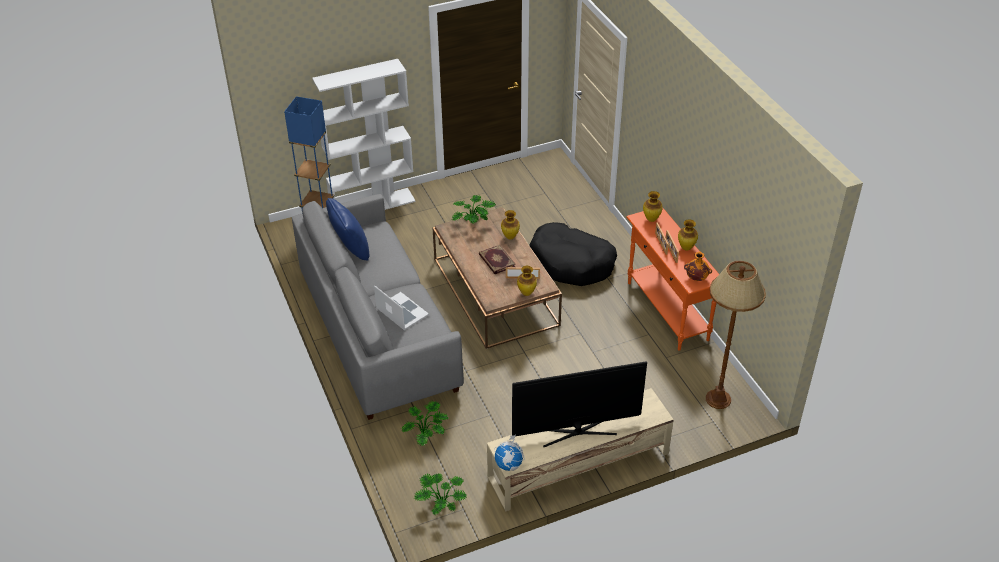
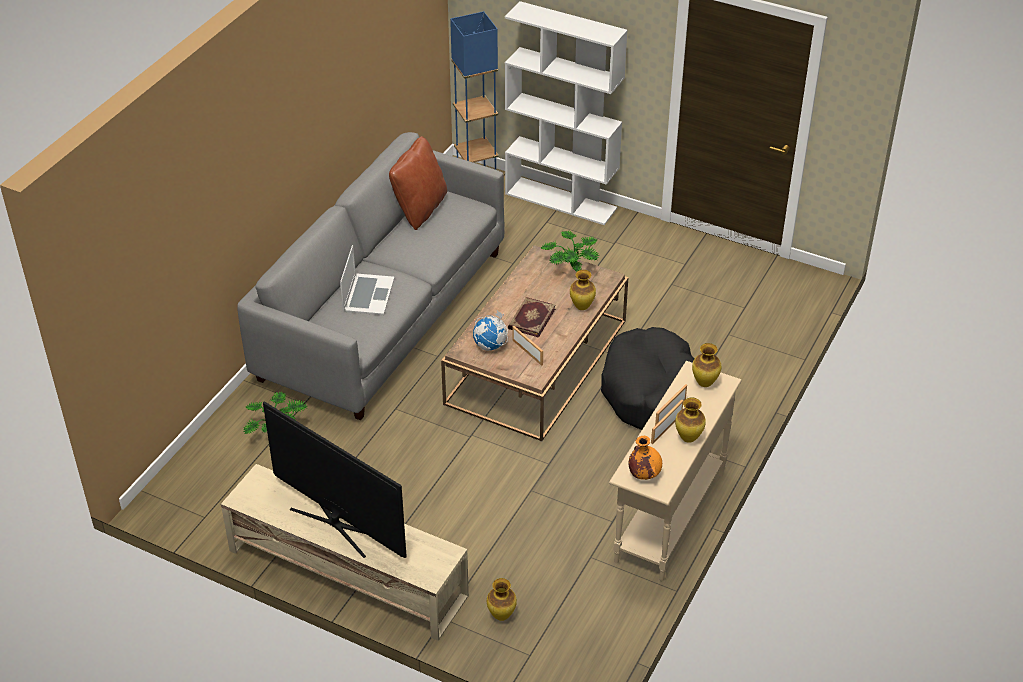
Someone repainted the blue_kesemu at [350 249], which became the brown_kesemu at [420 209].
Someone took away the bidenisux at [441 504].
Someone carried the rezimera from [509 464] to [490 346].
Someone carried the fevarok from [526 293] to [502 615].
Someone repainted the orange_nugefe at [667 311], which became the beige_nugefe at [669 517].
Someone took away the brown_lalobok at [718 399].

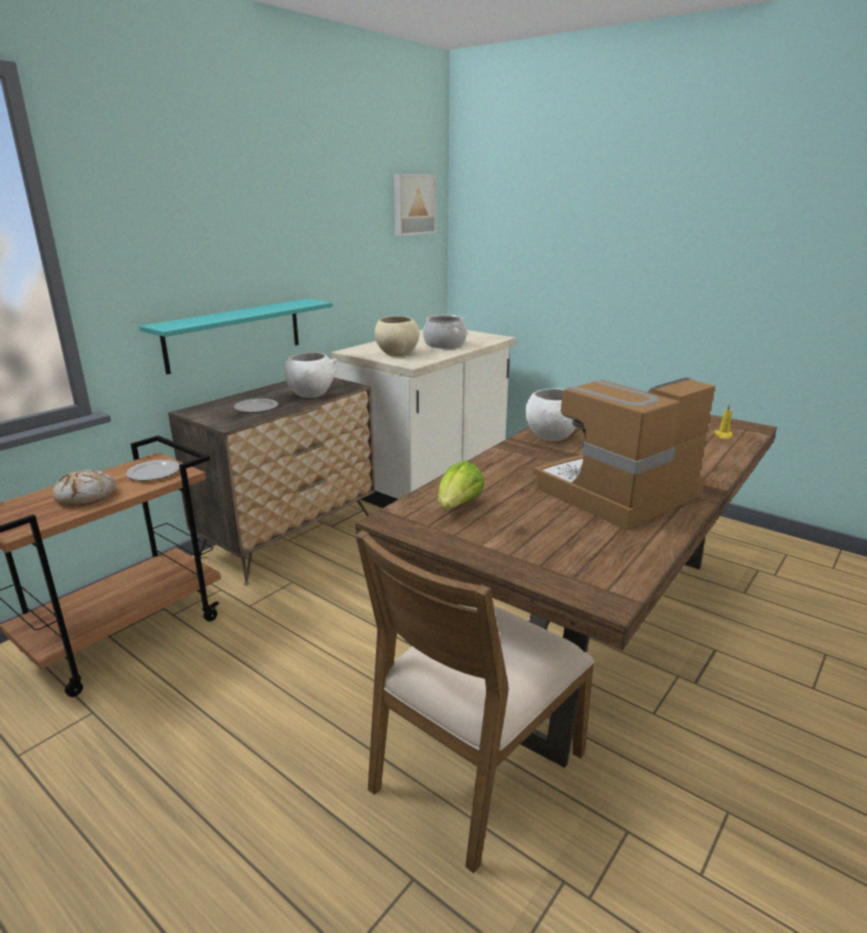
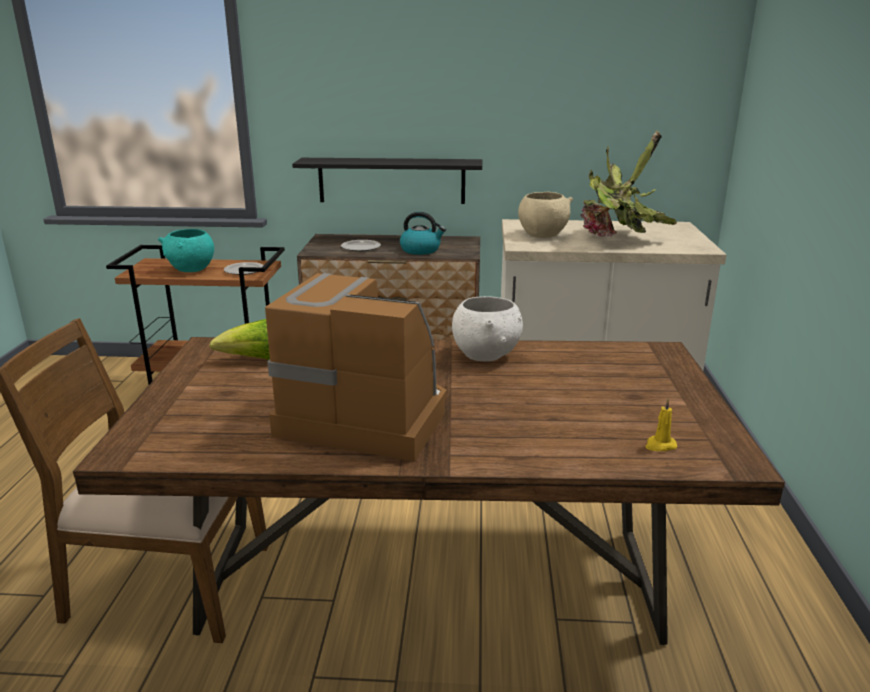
Someone swapped the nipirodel at [86 496] for the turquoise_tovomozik at [191 270].
Someone repainted the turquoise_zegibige at [234 334], which became the black_zegibige at [391 180].
Someone swapped the white_tovomozik at [311 394] for the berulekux at [421 250].
Someone took away the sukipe at [413 204].
Someone swapped the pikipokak at [445 344] for the bidenisux at [617 239].

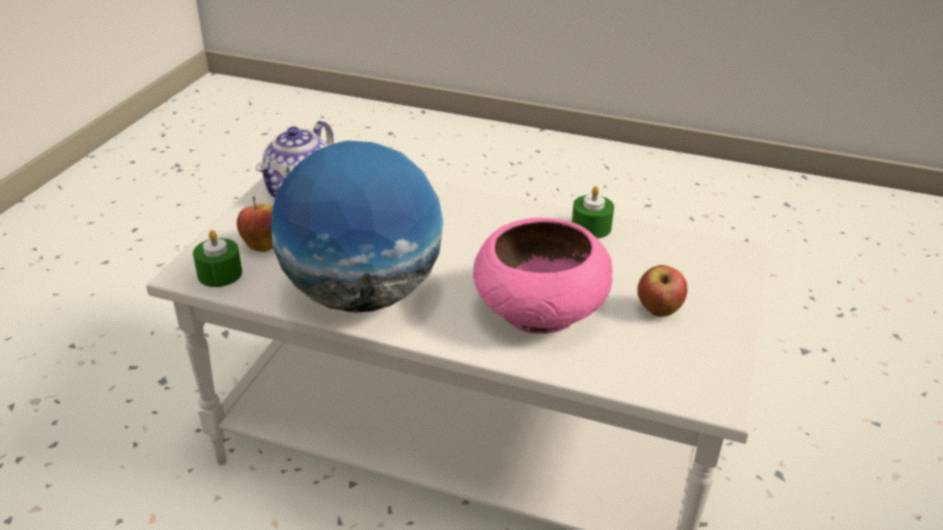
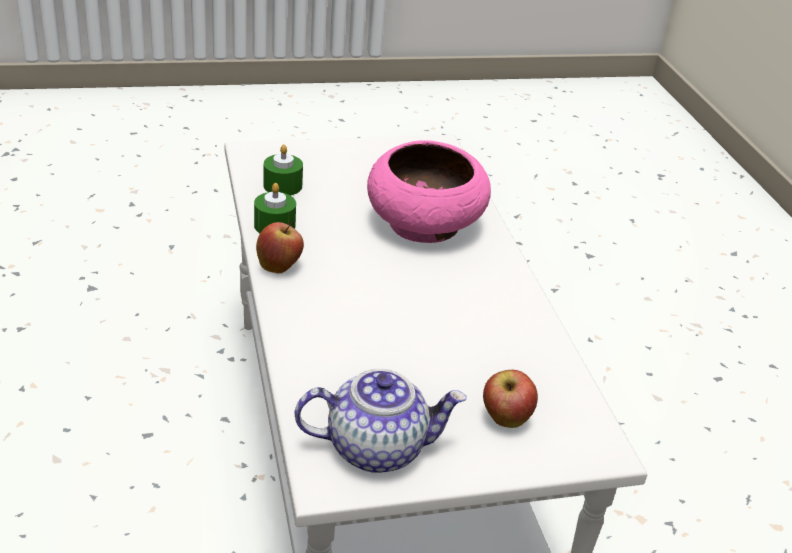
Someone carried the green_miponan from [220 274] to [282 186].
Someone took away the rezimera at [363 294].
Someone carried the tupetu from [658 311] to [279 267].

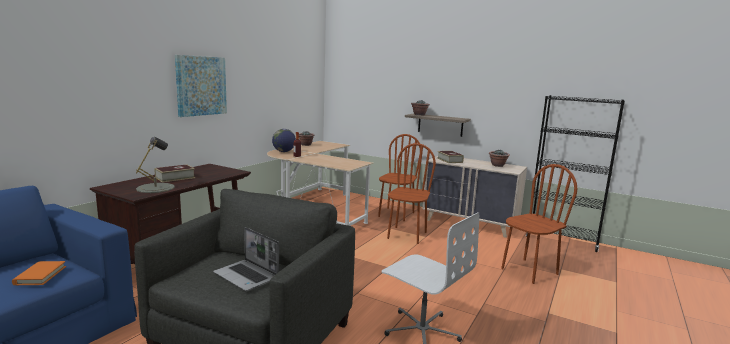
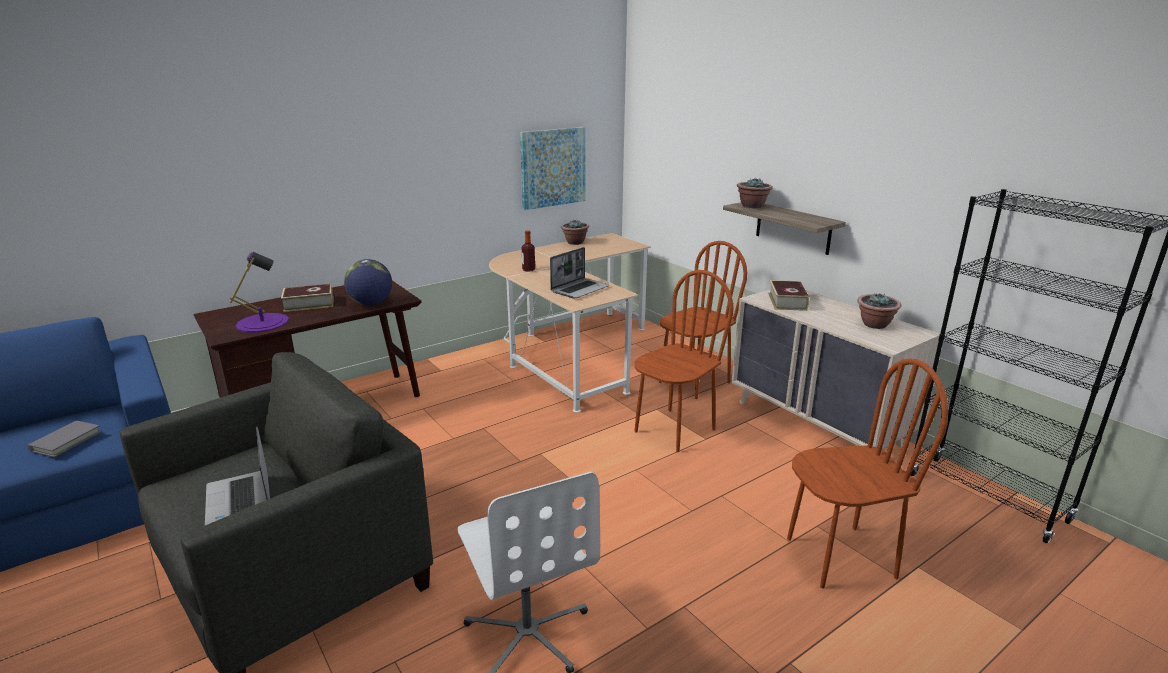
Someone repainted the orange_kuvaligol at [40 275], which became the grey_kuvaligol at [66 441].
Someone repainted the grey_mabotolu at [155 188], which became the purple_mabotolu at [262 323].
Someone carried the sukipe from [201 86] to [552 167].
Someone carried the rezimera from [284 152] to [371 304].
Someone put down the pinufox at [580 289].

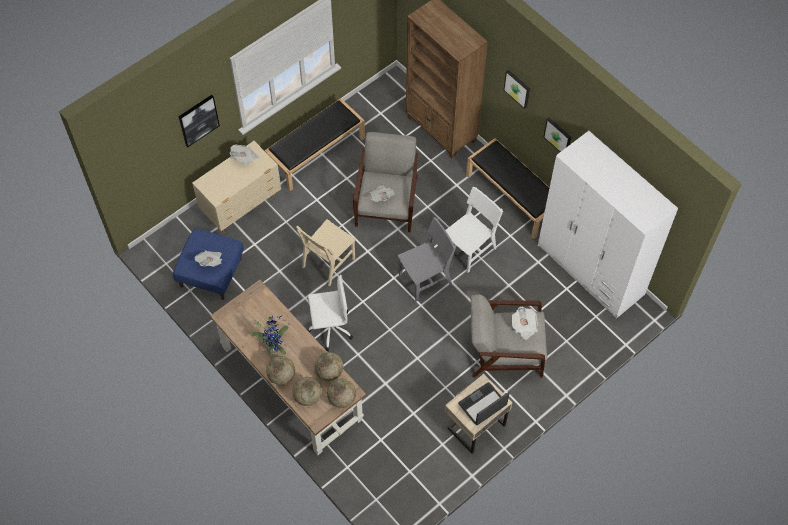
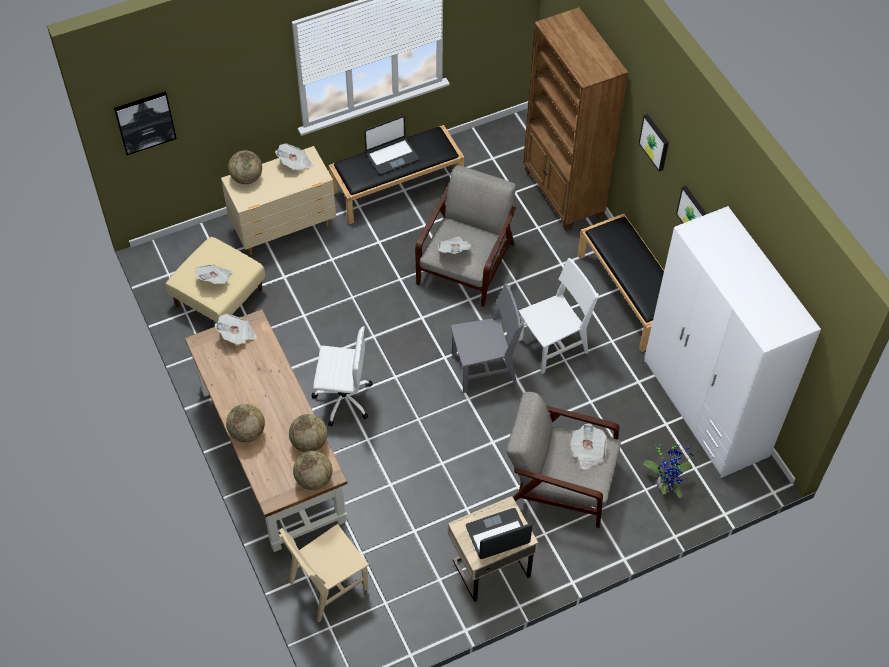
Someone repainted the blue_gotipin at [211 272], which became the beige_gotipin at [219 297].
Someone carried the sukipe from [198 120] to [145 122].
Someone carried the bidenisux from [274 345] to [666 484].
Someone carried the rezimera from [307 397] to [246 178].
Someone carried the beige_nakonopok from [328 262] to [328 585].
Someone put down the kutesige at [237 335].
Someone put down the pinufox at [392 156].

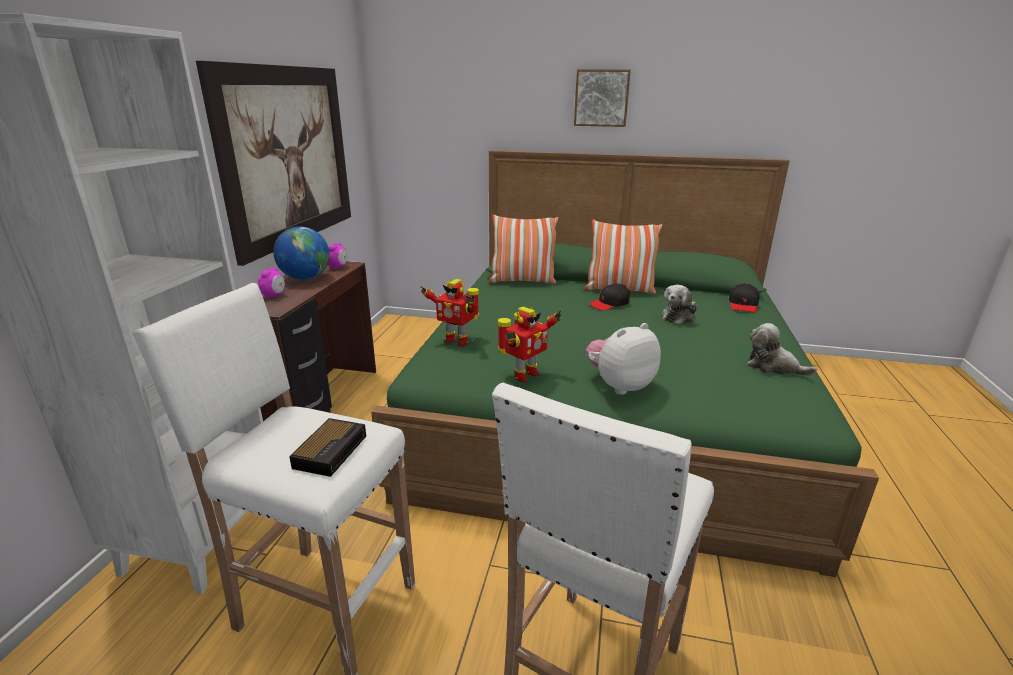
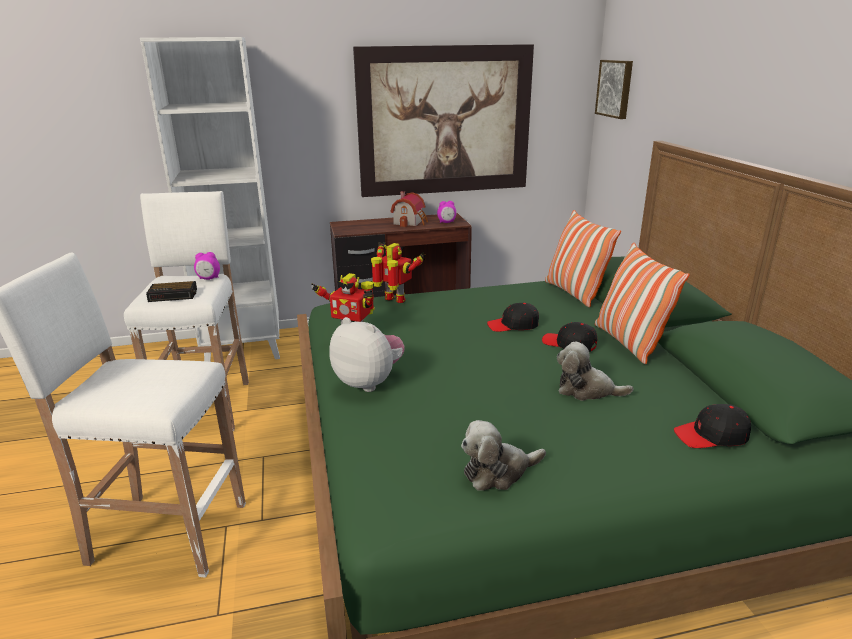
Someone carried the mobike from [274 296] to [209 279].
Someone swapped the rezimera at [305 278] for the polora at [410 222].
Someone rotated the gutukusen at [456 341] by 120 degrees clockwise.
Someone carried the sukipe from [601 98] to [615 88].
Someone rotated the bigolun at [773 367] by 120 degrees counterclockwise.
Someone put down the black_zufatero at [513 325].

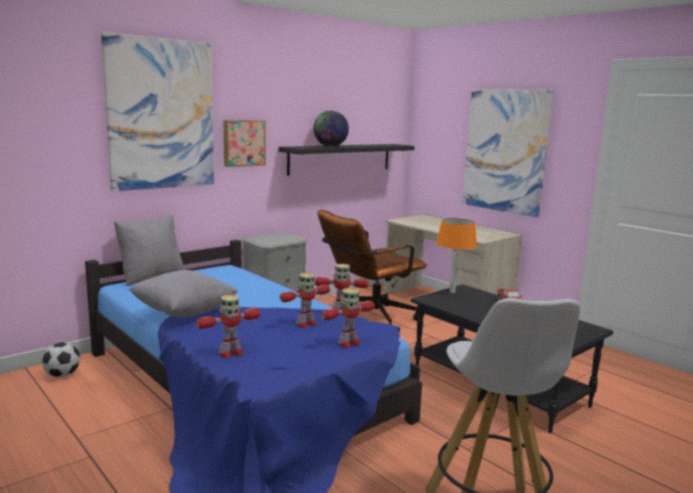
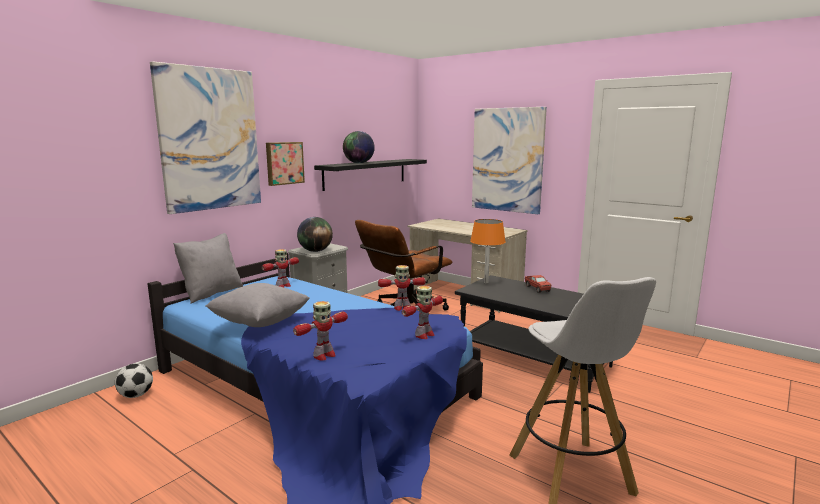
Someone carried the gutukusen from [305 324] to [283 286].
Someone put down the rezimera at [315 251].

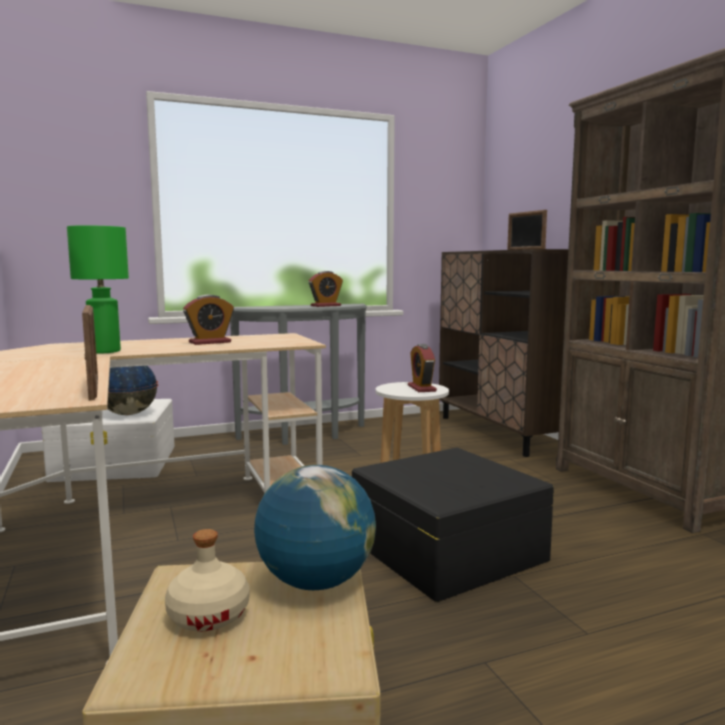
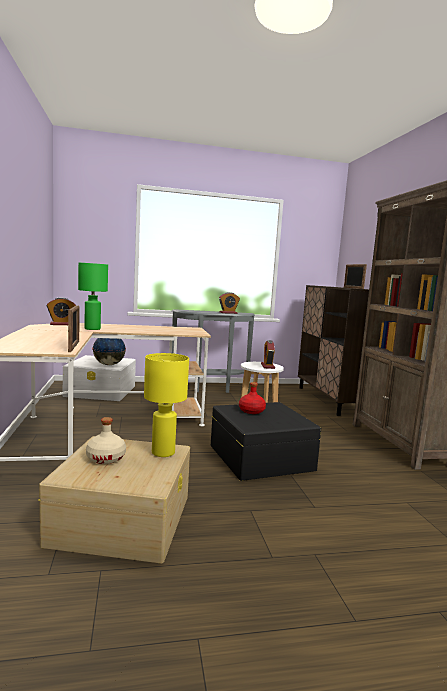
Someone carried the mobike from [210 342] to [61 324].
Someone swapped the rezimera at [316 582] for the yellow_mabotolu at [162 452].
Someone put down the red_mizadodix at [252 411].

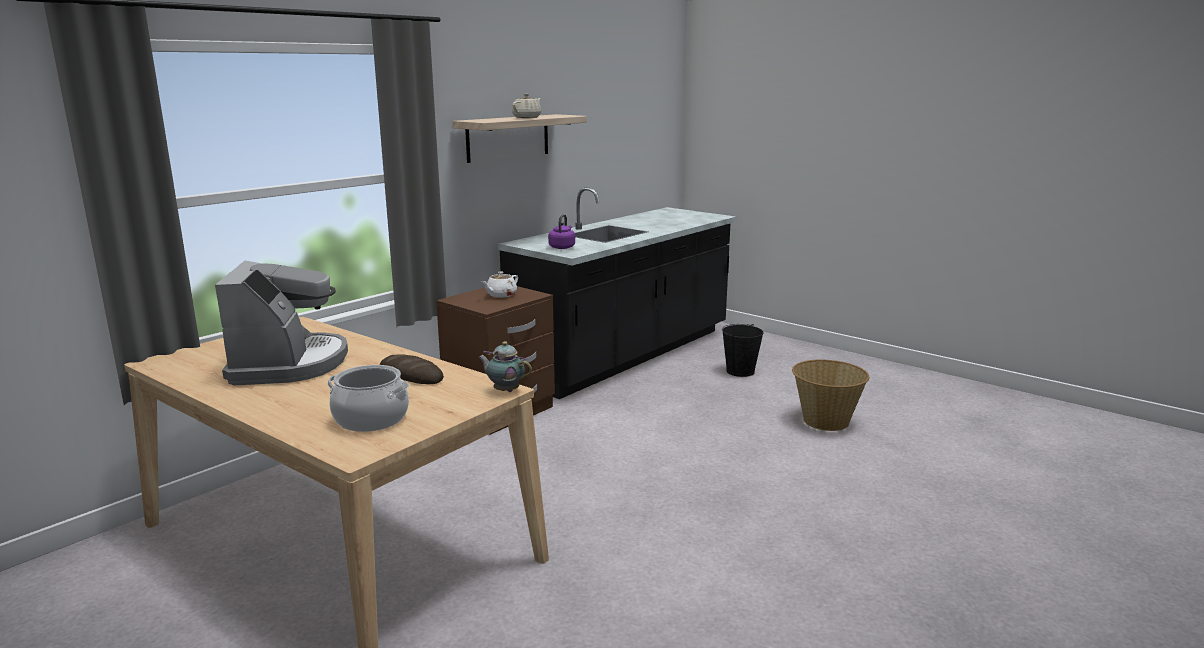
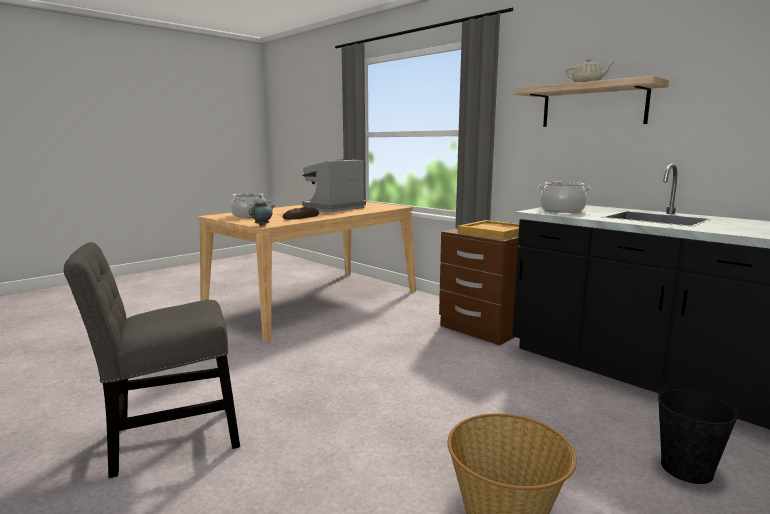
Someone rotated the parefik at [289 364] by 135 degrees clockwise.
Someone swapped the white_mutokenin at [501 295] for the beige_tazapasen at [494 232].
Someone swapped the purple_berulekux at [562 247] for the pikipokak at [562 210].
Someone put down the grey_nakonopok at [168 440].

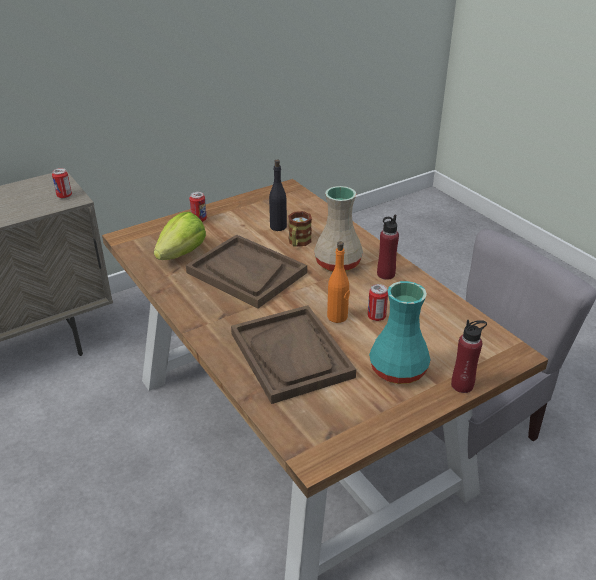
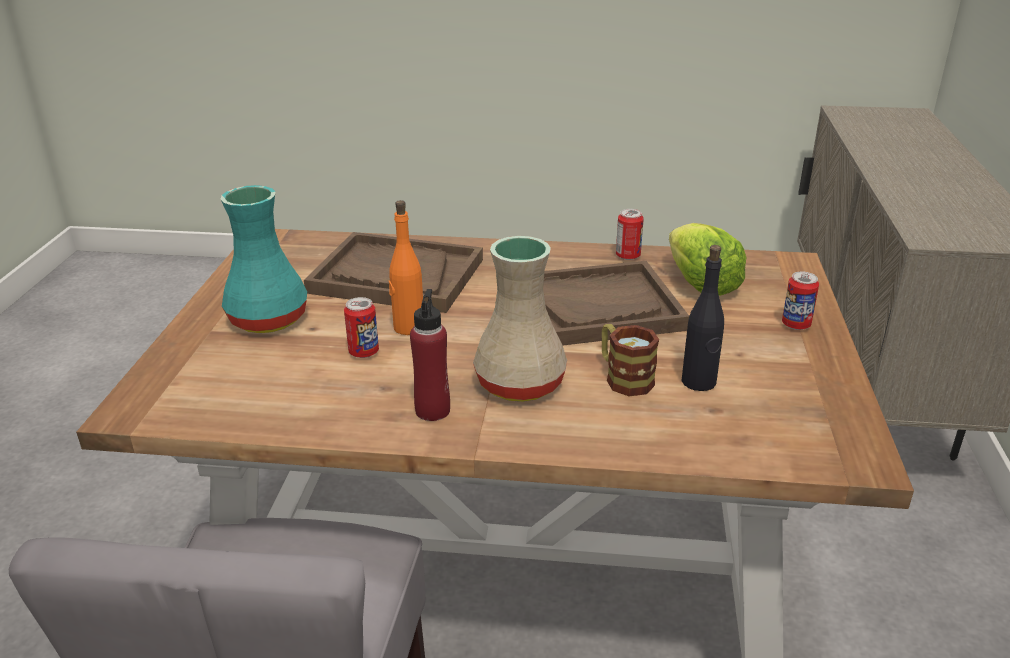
Someone carried the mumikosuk from [64 196] to [628 256].
Someone took away the red_mizadodix at [462 385].

